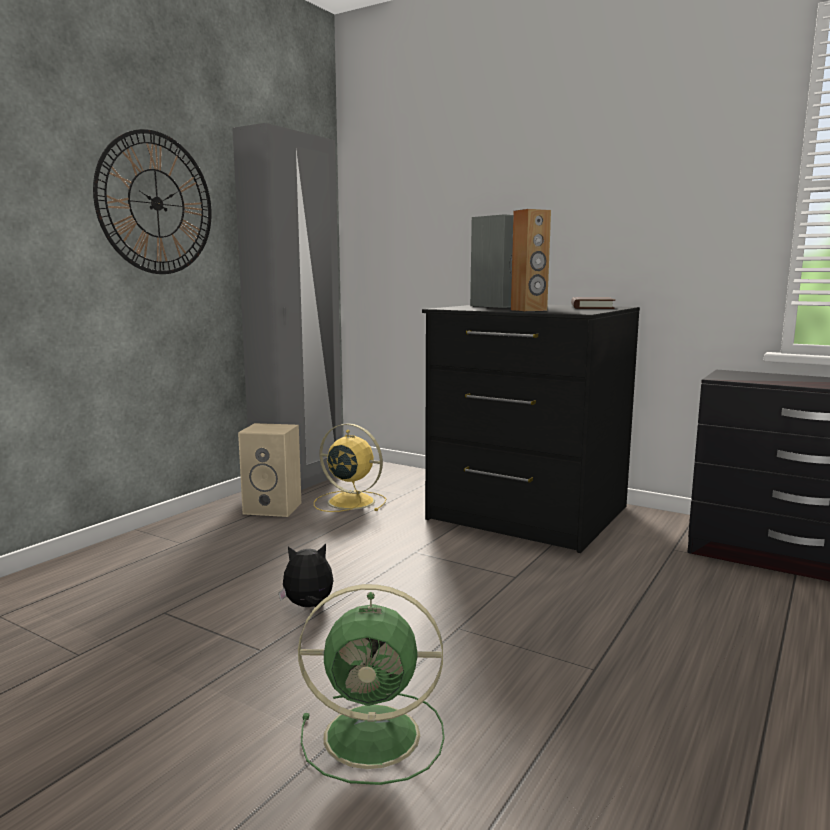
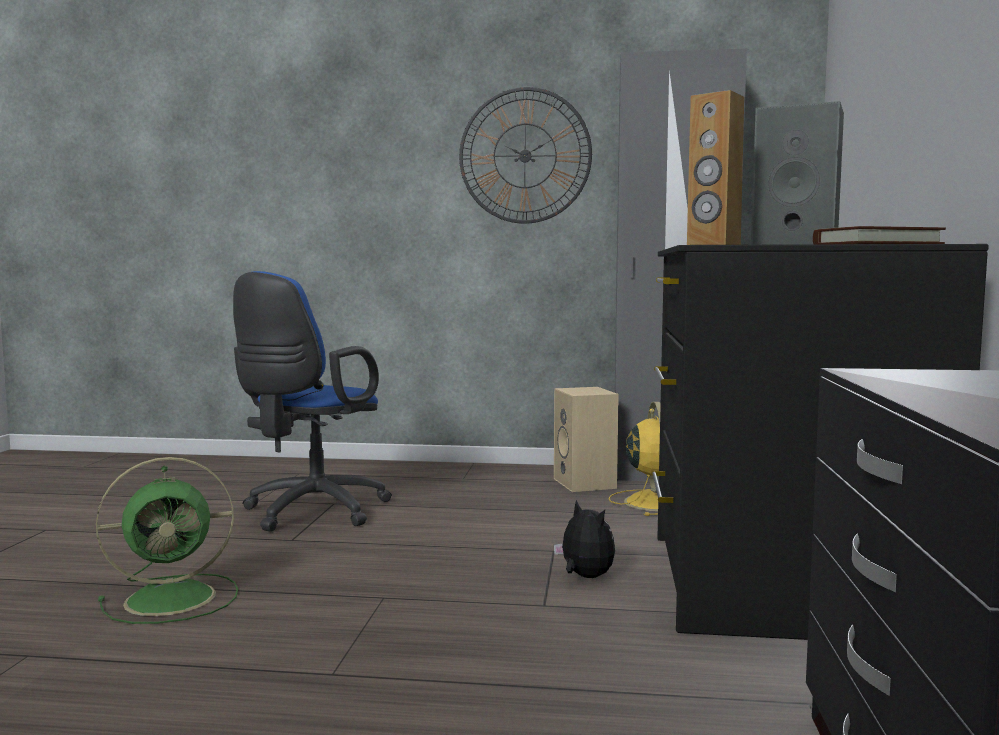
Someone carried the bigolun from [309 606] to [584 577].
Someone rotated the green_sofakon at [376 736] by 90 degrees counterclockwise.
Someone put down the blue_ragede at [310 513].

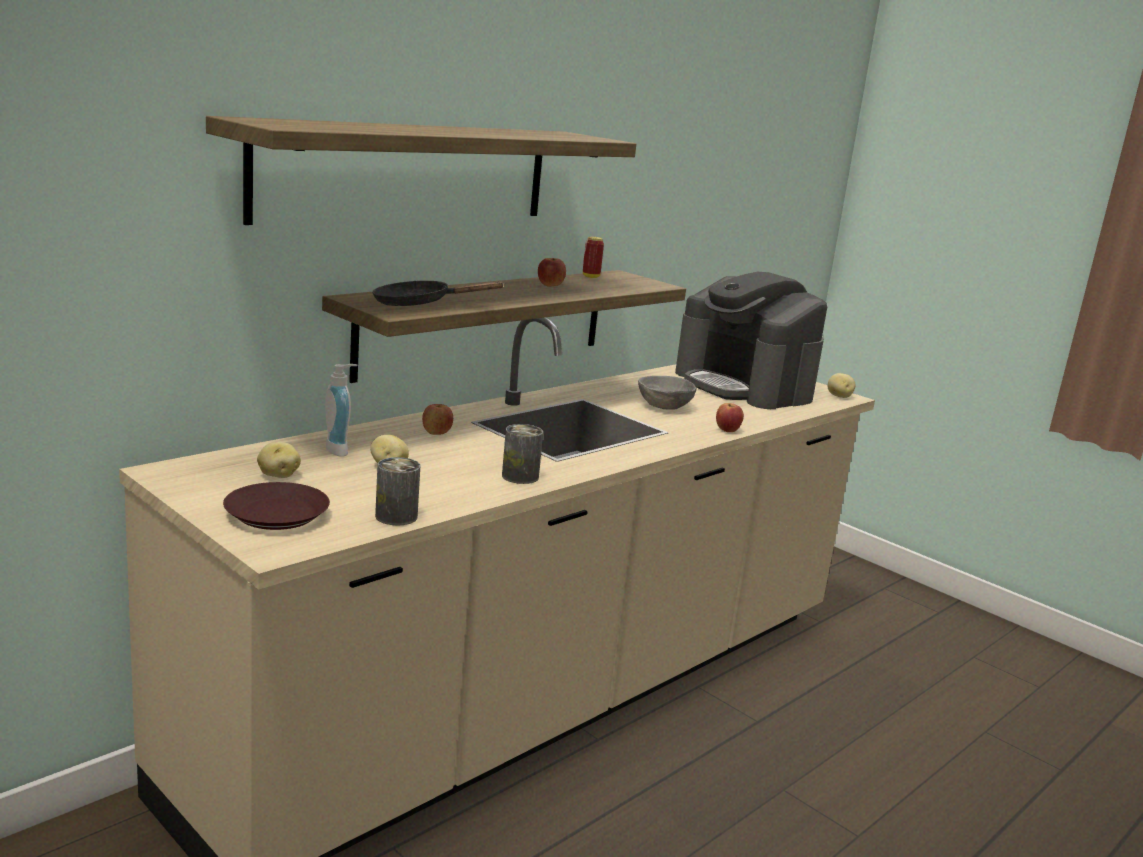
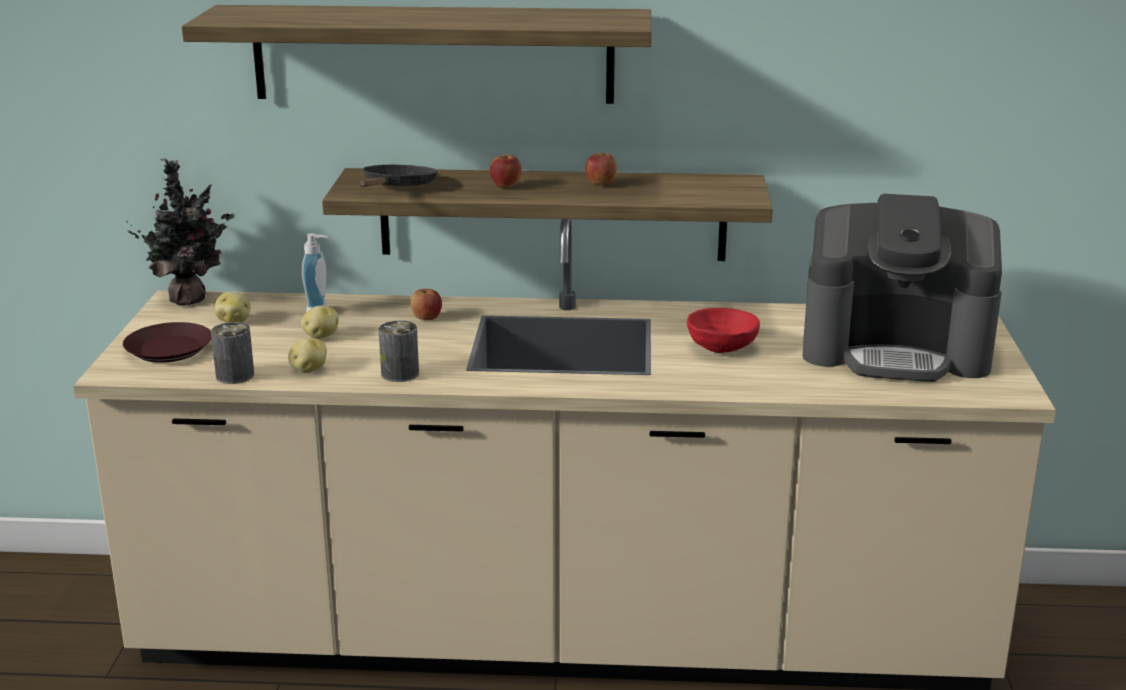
Someone rotated the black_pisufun at [419 304] by 60 degrees clockwise.
Someone took away the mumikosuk at [591 276].
Someone repainted the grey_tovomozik at [664 406], which became the red_tovomozik at [721 348].
Someone rotated the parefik at [744 386] by 90 degrees counterclockwise.
Someone carried the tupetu from [727 430] to [506 186].
Someone carried the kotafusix from [839 396] to [308 370].
Someone put down the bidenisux at [190 299].

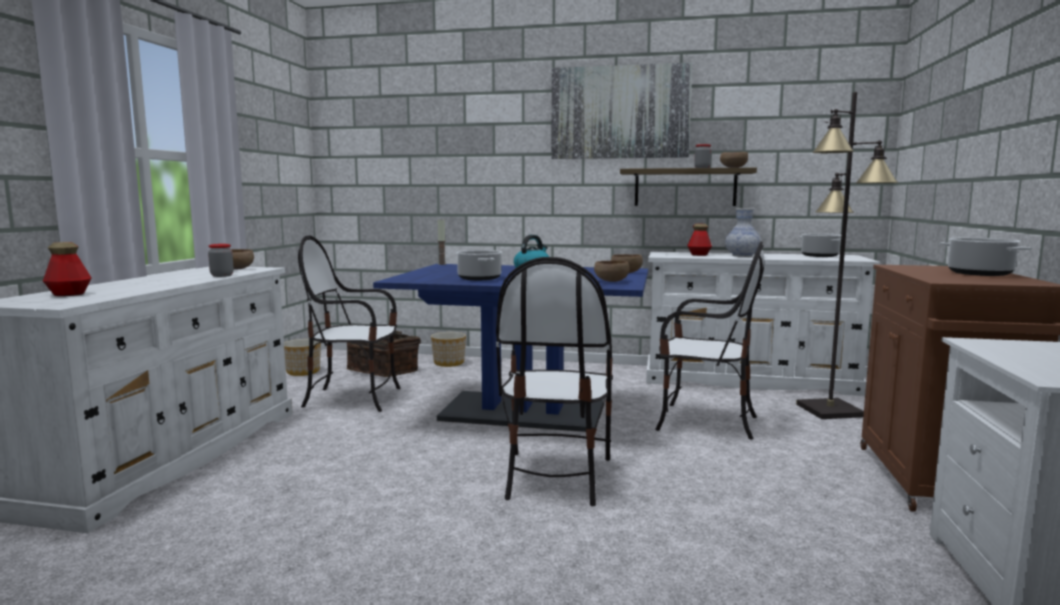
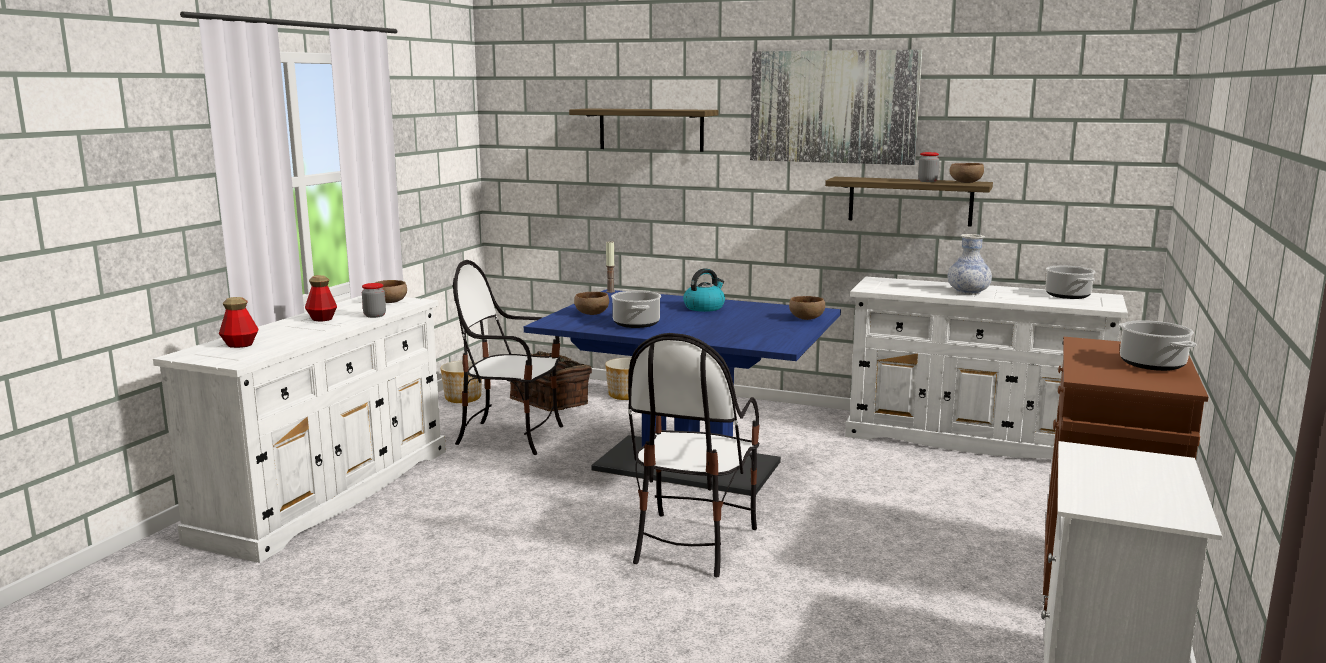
Someone carried the brown_tovomozik from [610 281] to [591 314].
Someone took away the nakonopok at [705 422].
Someone carried the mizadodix from [699 255] to [322 319].
Someone took away the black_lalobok at [828 410].
Someone put up the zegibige at [651 129].

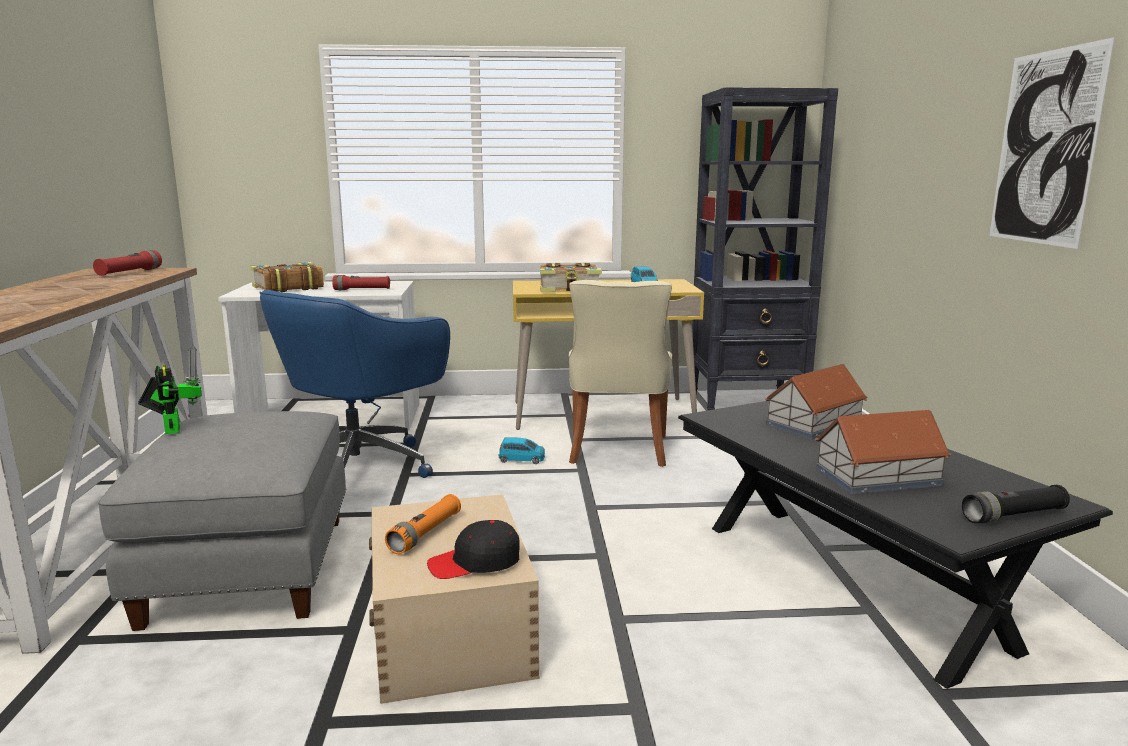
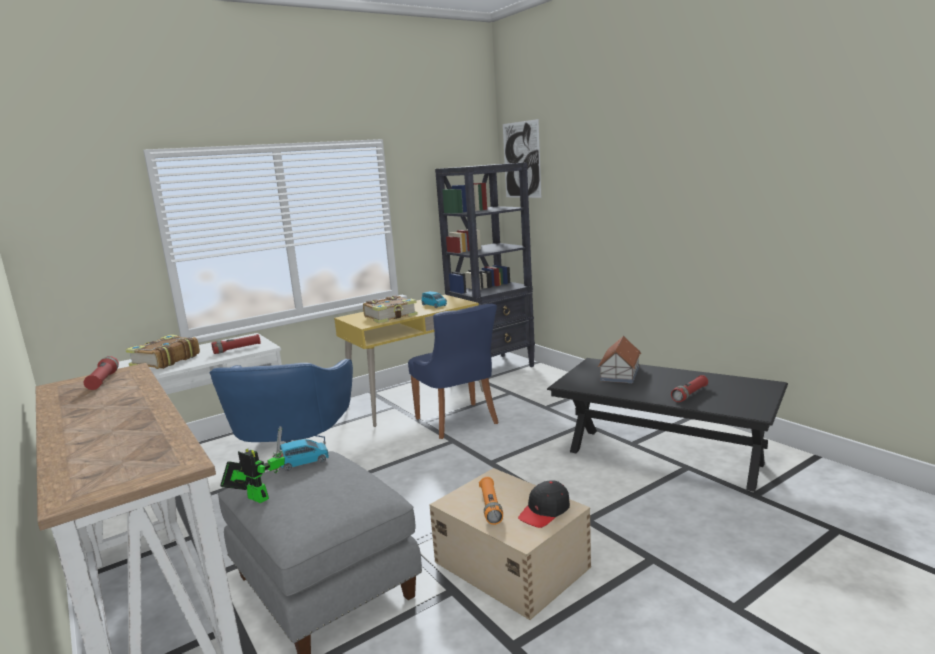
Someone carried the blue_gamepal from [522 459] to [304 462].
Someone repainted the beige_nakonopok at [617 451], which became the blue_nakonopok at [458 422].
Someone swapped the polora at [879 477] for the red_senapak at [690 394].
Someone took away the black_senapak at [1014 516].
Someone carried the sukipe from [1045 148] to [521 160].

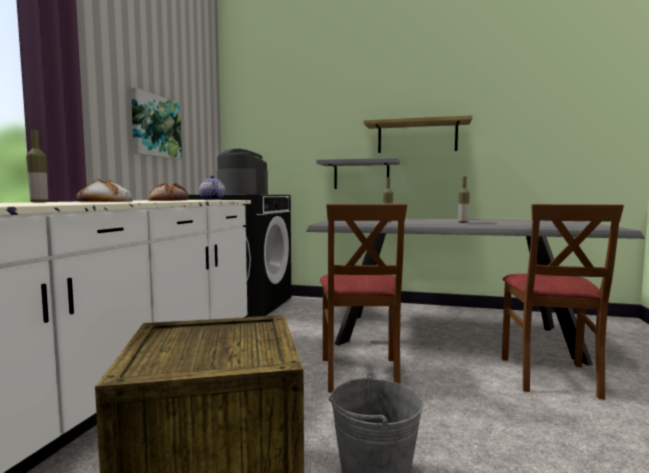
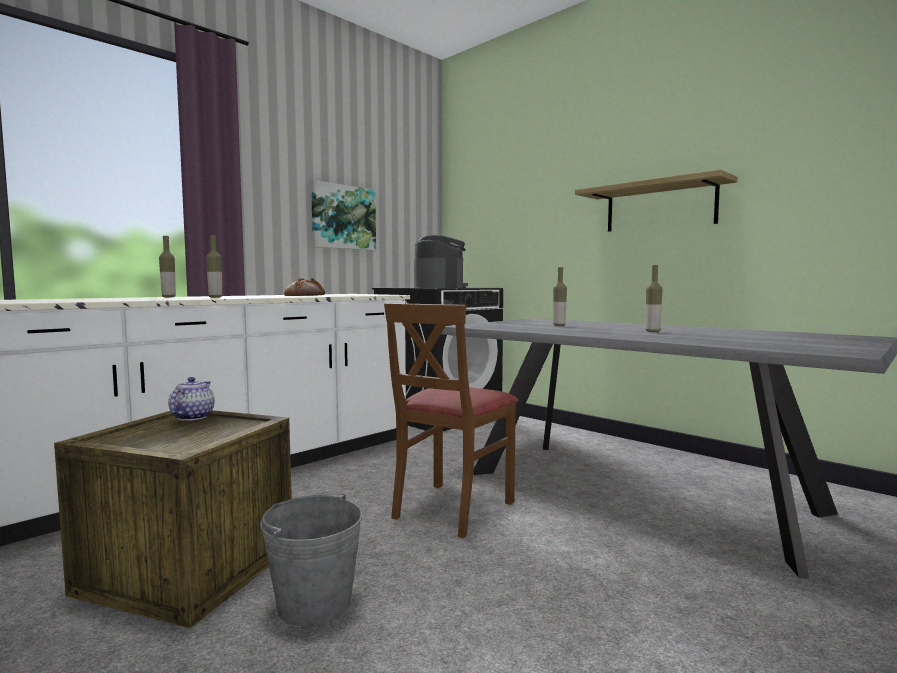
Someone swapped the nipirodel at [105 202] for the mizadodix at [215 297].
Someone carried the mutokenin from [212 200] to [192 417].
Someone took away the grey_zegibige at [361 175].
Someone took away the brown_nakonopok at [550 376].

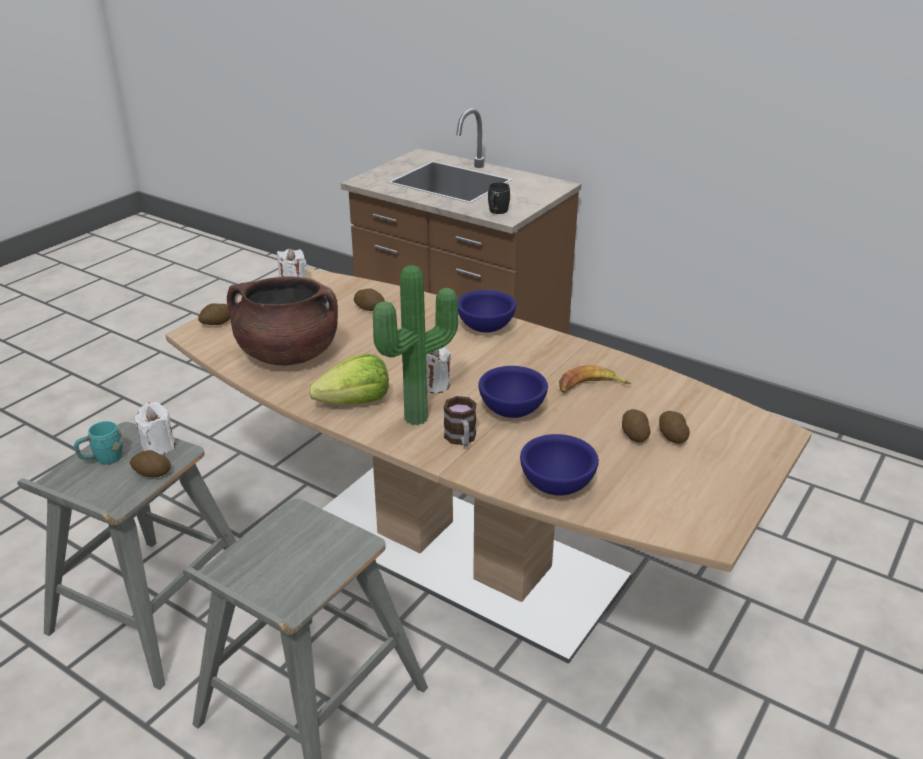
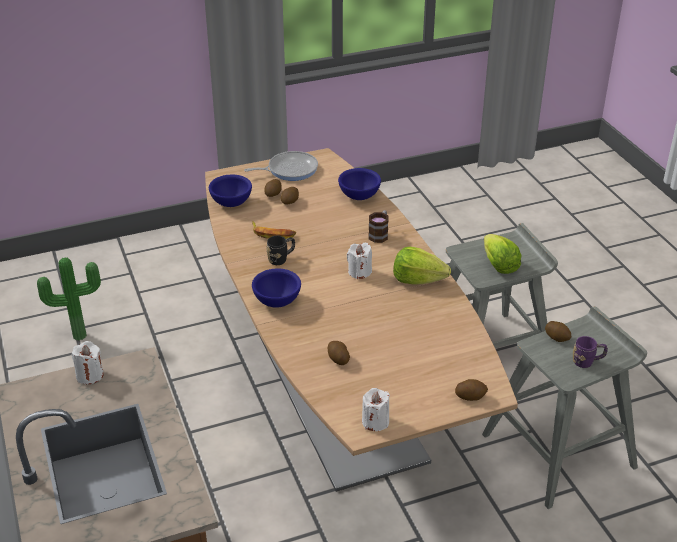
Someone repainted the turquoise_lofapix at [103 459], which became the purple_lofapix at [587 362].
Someone carried the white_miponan from [158 446] to [90 375].
Someone took away the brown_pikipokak at [288 354].
Someone carried the bidenisux from [420 420] to [79 334].
Someone carried the blue_tovomozik from [511 411] to [232 203].
Someone carried the black_lofapix from [497 212] to [281 259].
Someone put down the pisufun at [289 170].
Someone put down the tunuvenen at [499 265].

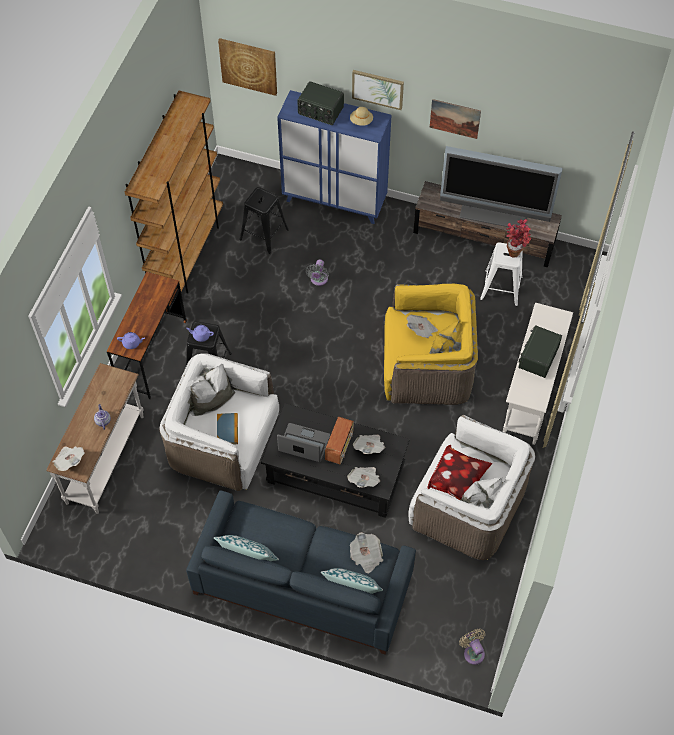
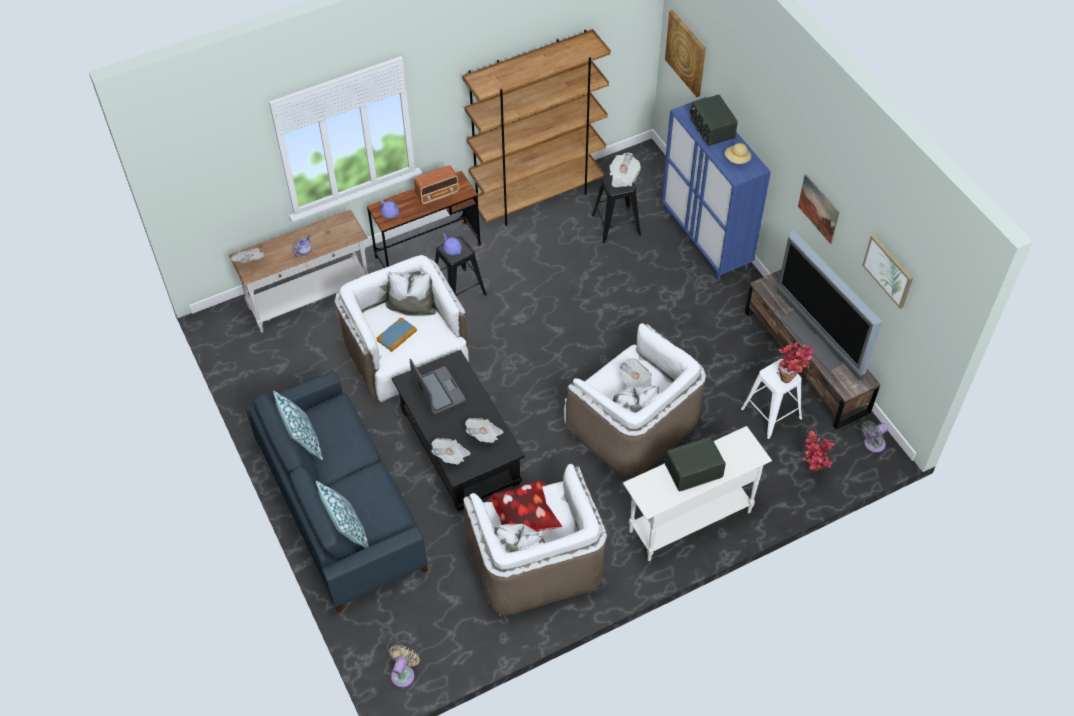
Someone carried the grey_sofakon from [318 280] to [872 444].
Someone carried the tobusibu from [339 446] to [438 194].
Someone carried the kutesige from [366 556] to [623 177].
Someone carried the sukipe from [377 89] to [888 270].
Someone repainted the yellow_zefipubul at [427 364], which became the white_zefipubul at [631 424].
Someone put down the bidenisux at [812 471].

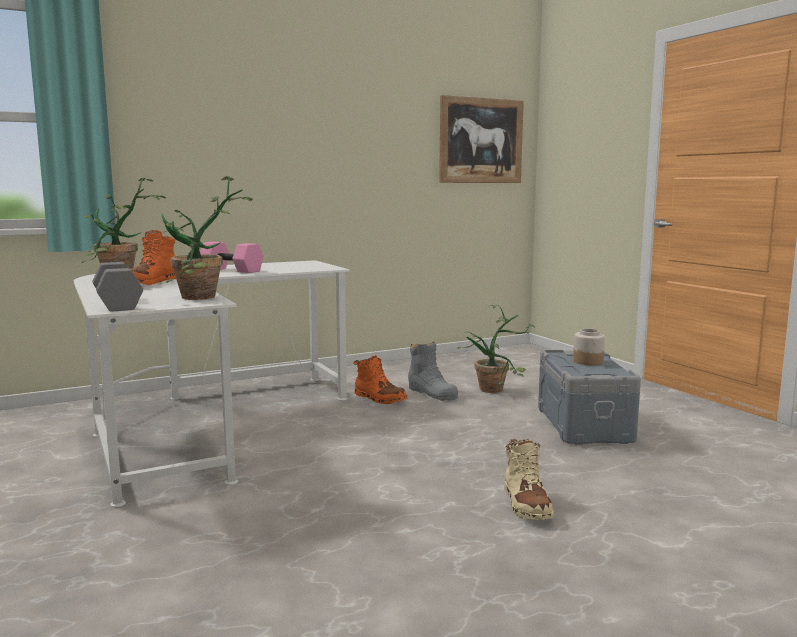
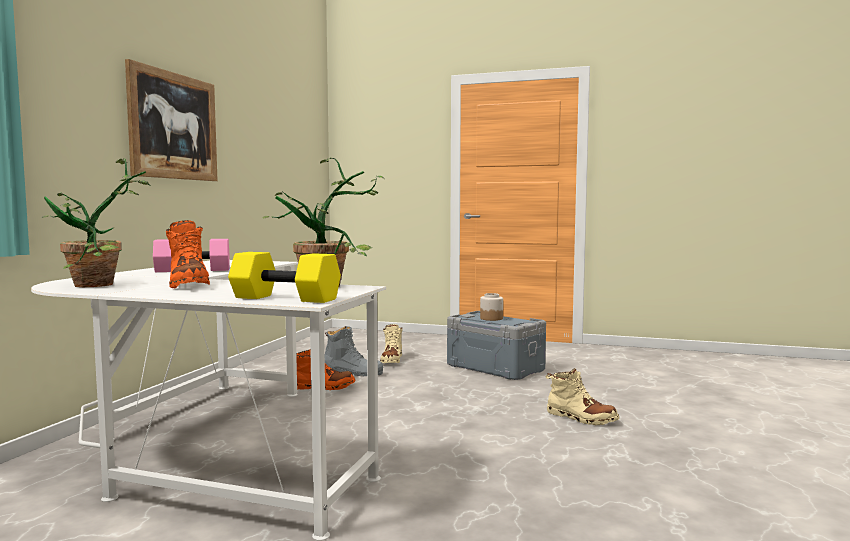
Someone repainted the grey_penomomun at [116 304], which became the yellow_penomomun at [283 298].
Someone carried the sukipe from [481 141] to [174 126].
Someone swapped the bidenisux at [497 389] for the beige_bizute at [391 360].

